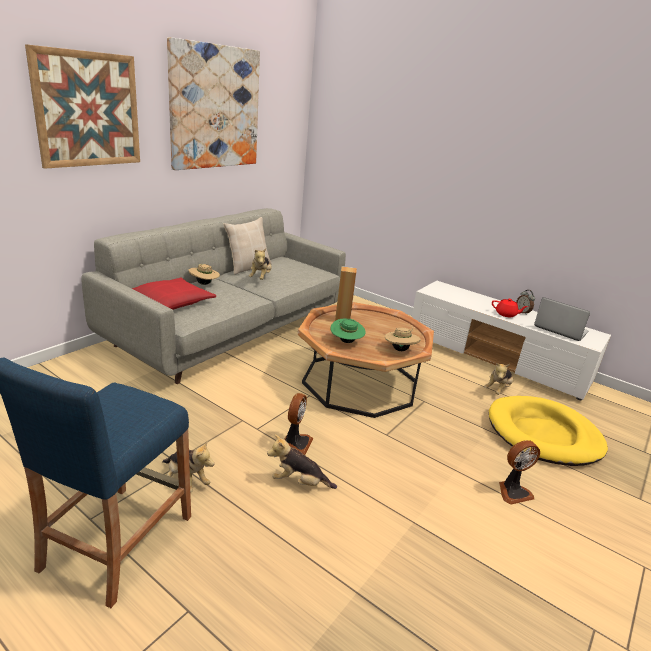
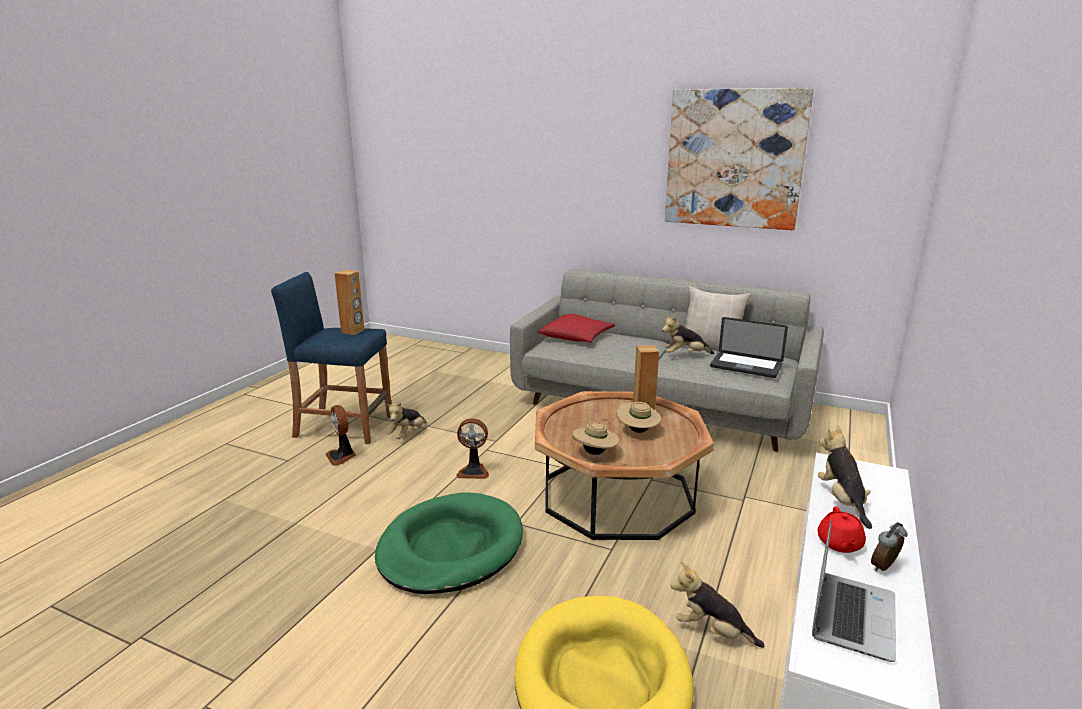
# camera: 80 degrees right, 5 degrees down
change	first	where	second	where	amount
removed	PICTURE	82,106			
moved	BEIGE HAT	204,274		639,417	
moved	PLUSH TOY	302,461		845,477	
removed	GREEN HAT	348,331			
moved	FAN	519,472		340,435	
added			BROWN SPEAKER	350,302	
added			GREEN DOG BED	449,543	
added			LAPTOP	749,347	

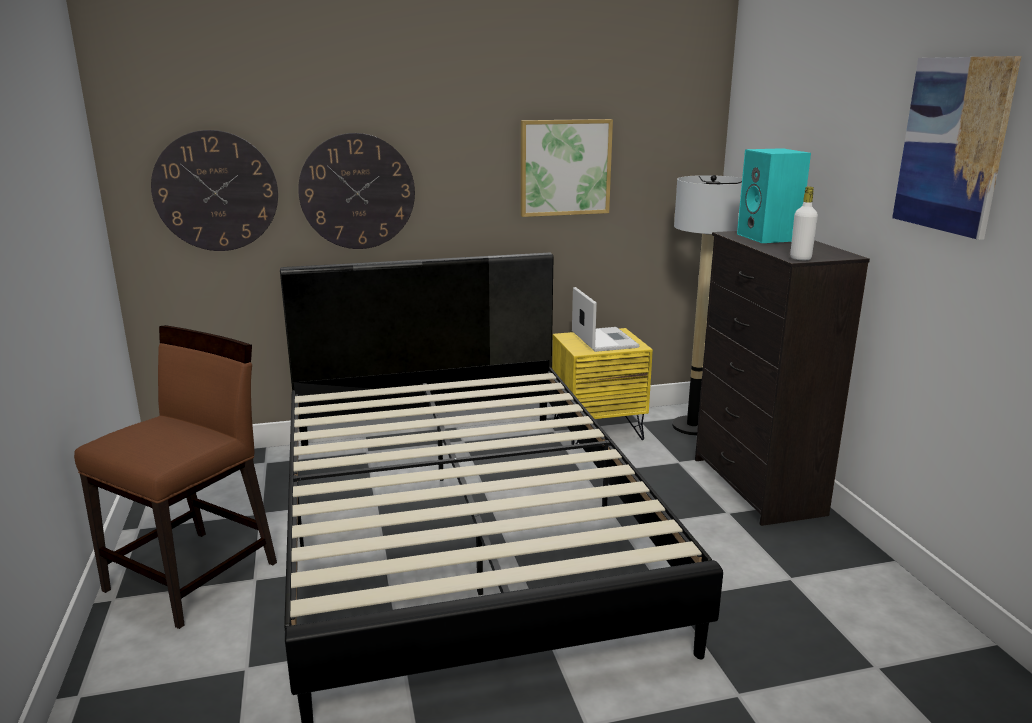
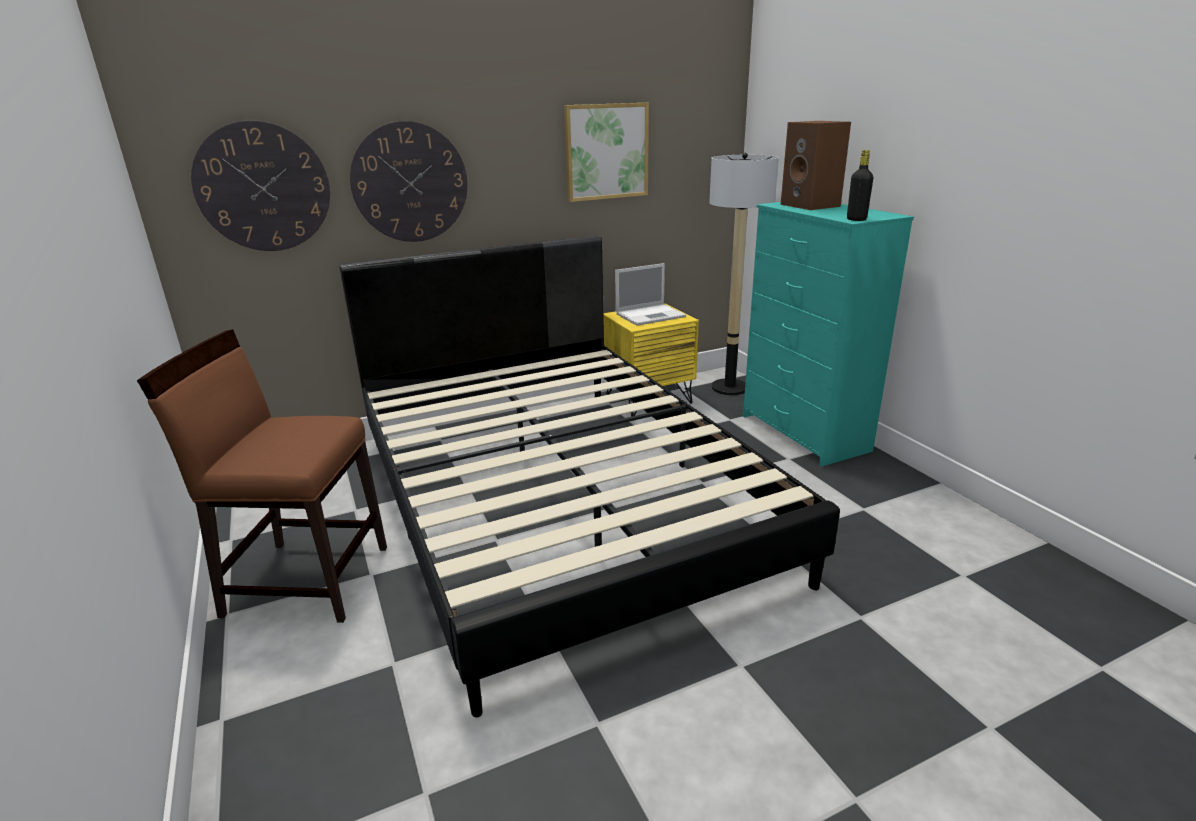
# camera: 10 degrees left, 5 degrees up
change	first	where	second	where	amount
turned	BROWN CHAIR	175,477		262,476	105 degrees counterclockwise
turned	LAPTOP	606,319		650,294	90 degrees clockwise
recoloured	BLACK DRESSER	782,378	TURQUOISE DRESSER	828,334	
recoloured	TURQUOISE SPEAKER	774,195	BROWN SPEAKER	816,165	
recoloured	WHITE BOTTLE	804,223	BLACK BOTTLE	860,185	
removed	PICTURE	956,148			

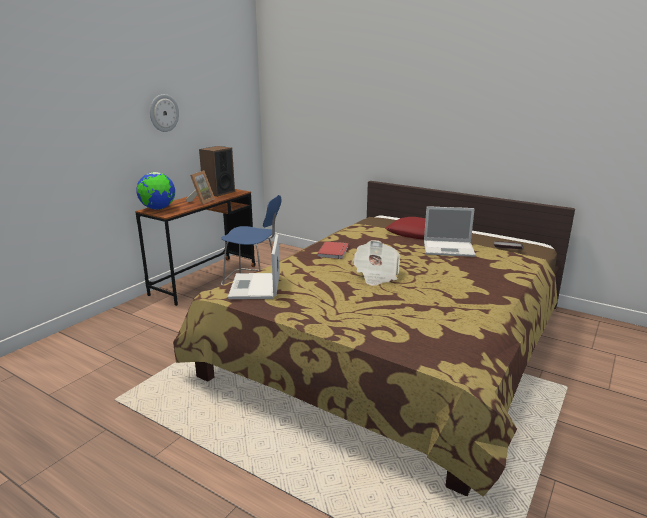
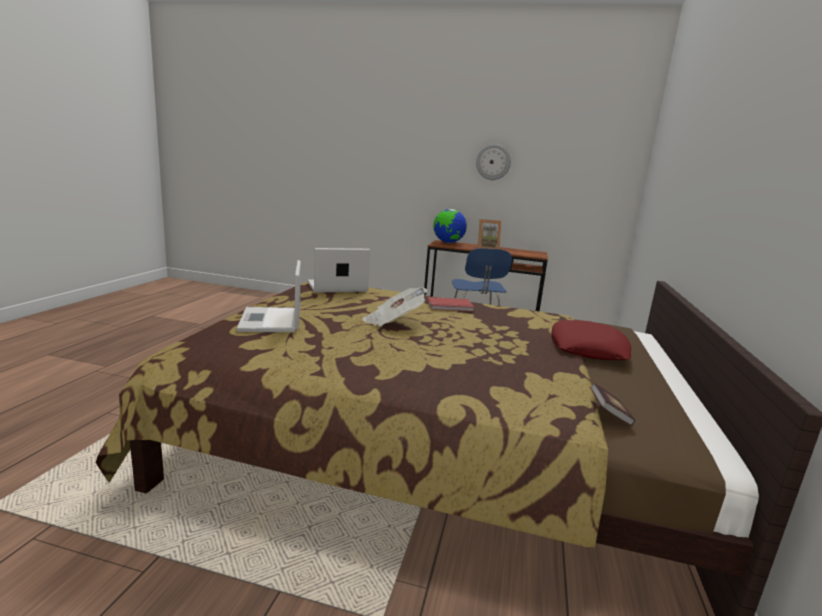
# camera: 70 degrees right, 5 degrees down
change	first	where	second	where	amount
removed	SPEAKER	217,171			
moved	LAPTOP	450,231		268,296	

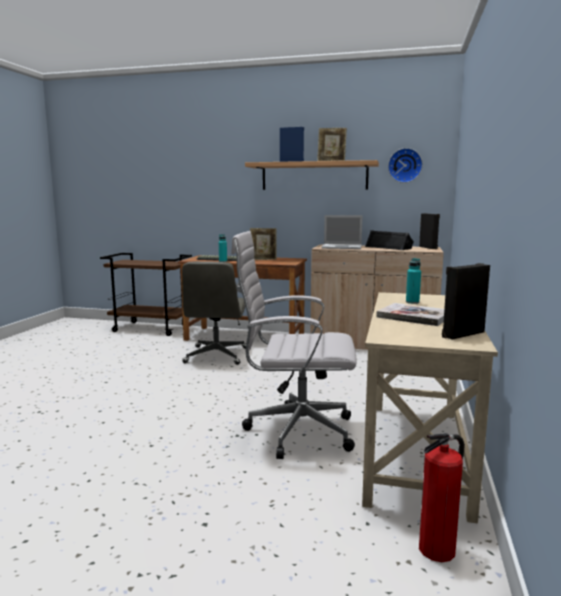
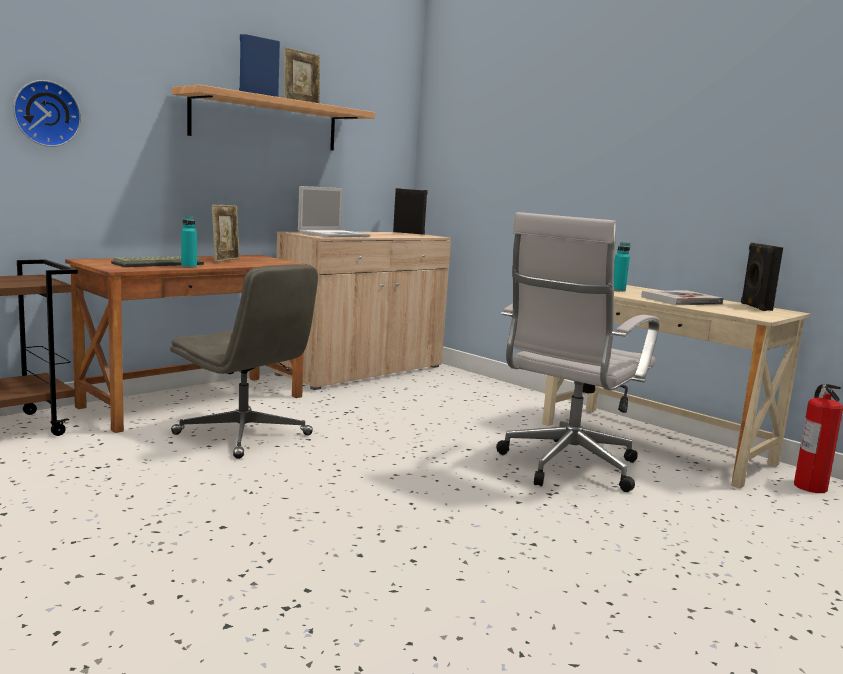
# camera: 60 degrees left, 0 degrees up
change	first	where	second	where	amount
removed	BLACK SPEAKER	389,240			
moved	WALL CLOCK	405,165		47,113	

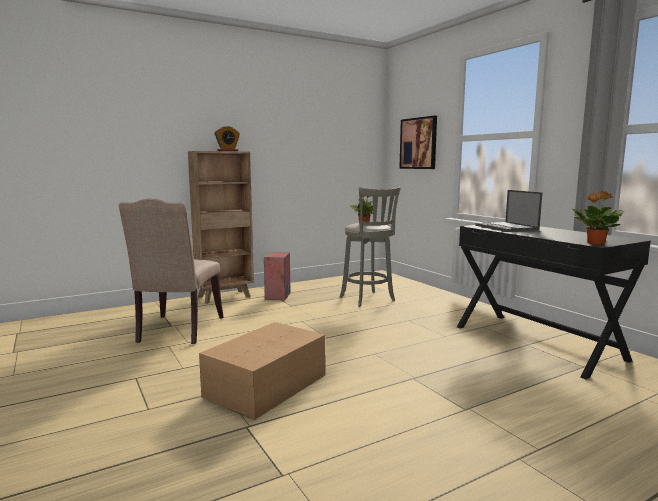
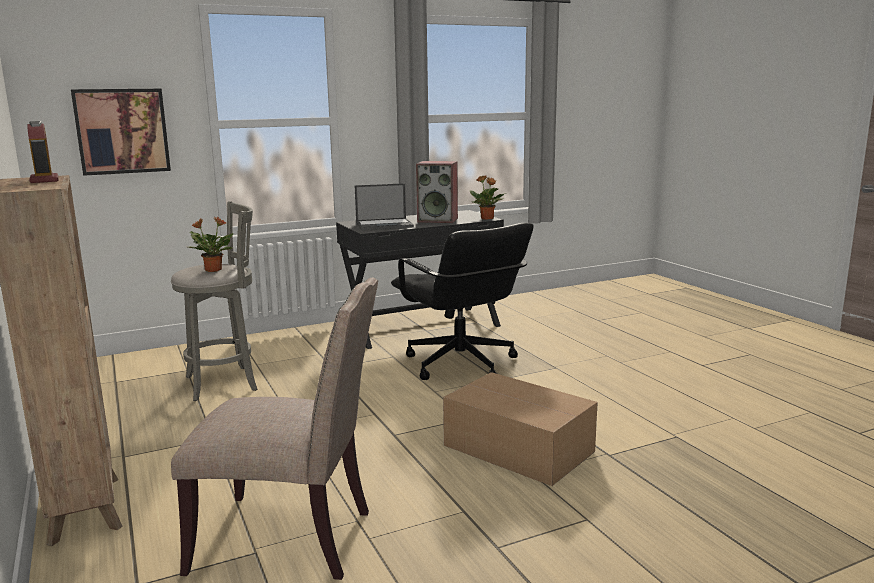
# camera: 85 degrees left, 5 degrees up
change	first	where	second	where	amount
moved	SPEAKER	277,276		437,192	
added			BLACK OFFICE CHAIR	462,301	

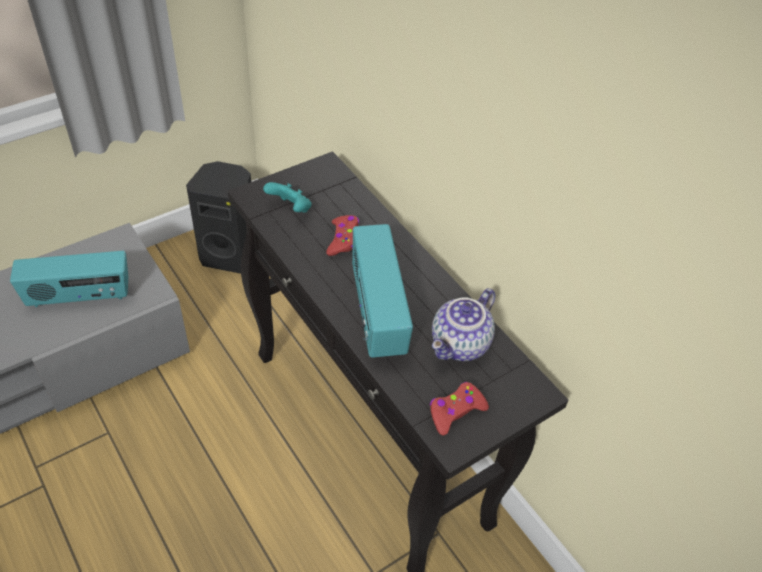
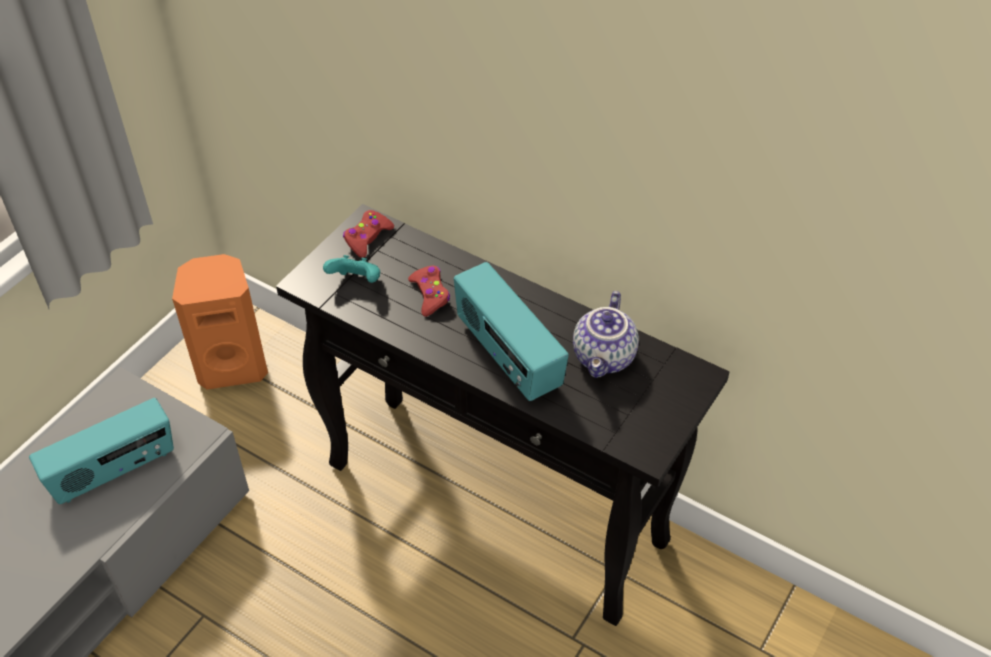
# camera: 20 degrees left, 0 degrees up
change	first	where	second	where	amount
recoloured	BLACK SPEAKER	218,217	ORANGE SPEAKER	220,322	
moved	RED GAME CONTROLLER	459,409		368,234	

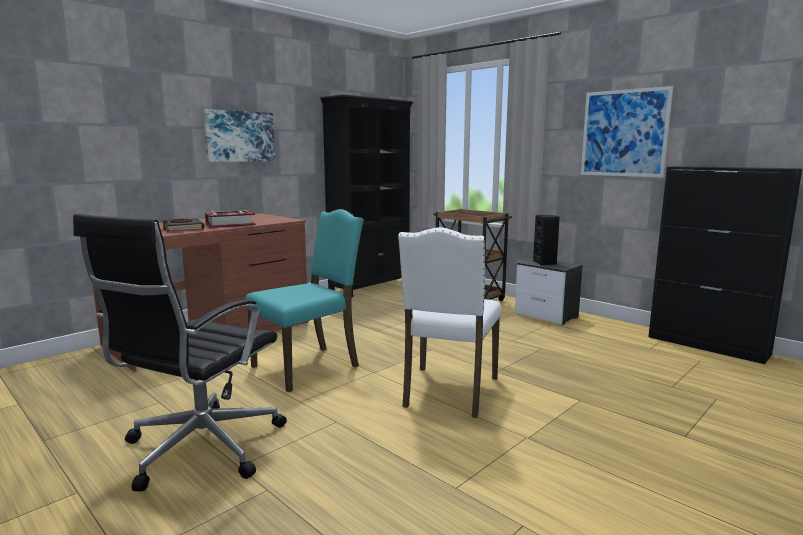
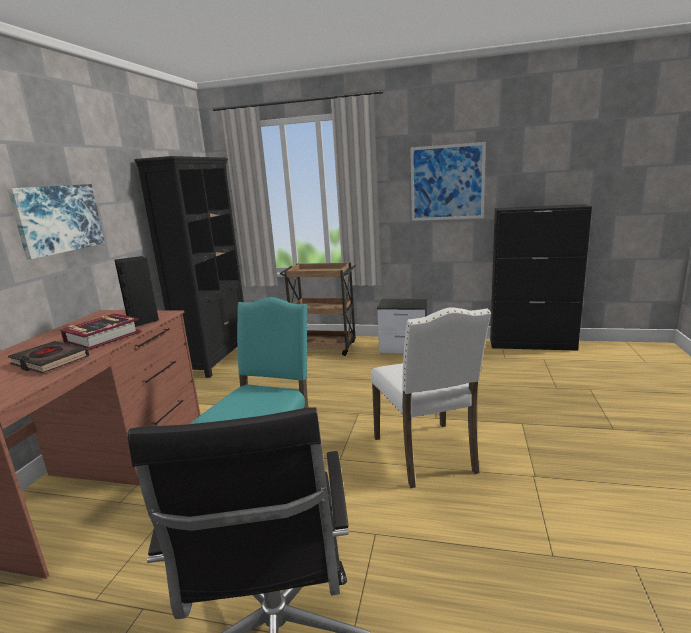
# camera: 30 degrees left, 5 degrees up
change	first	where	second	where	amount
moved	BLACK SPEAKER	546,240		137,291	

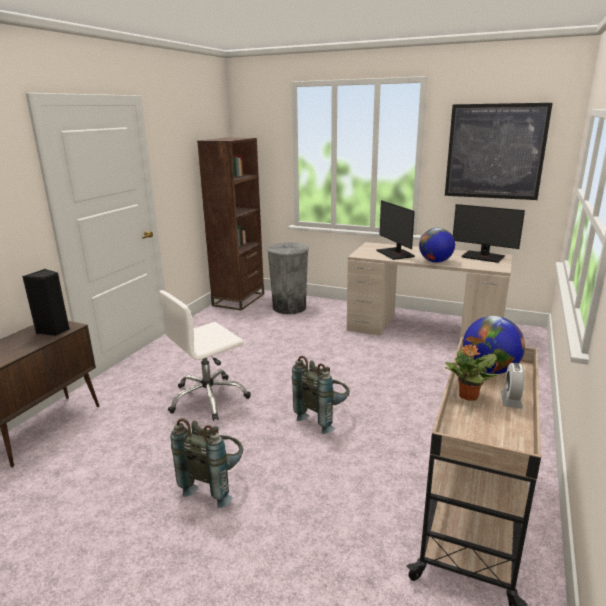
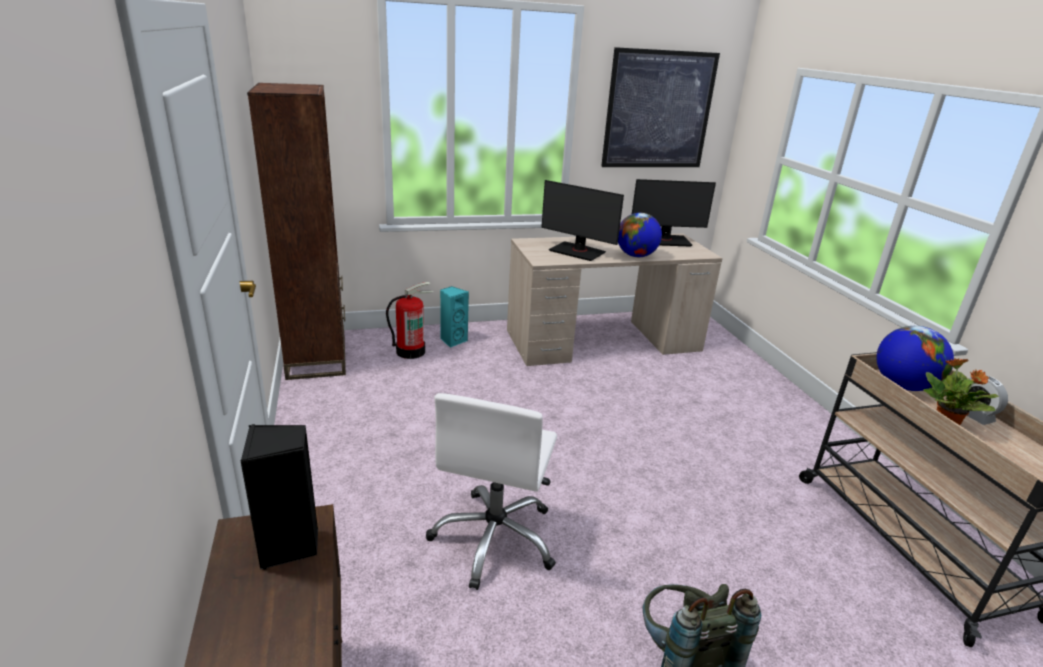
# camera: 40 degrees left, 5 degrees up
change	first	where	second	where	amount
replaced	GREY TRASH CAN	288,278	FIRE EXTINGUISHER	409,320	
removed	GREY BACKPACK	321,395			
added			TURQUOISE SPEAKER	454,317	

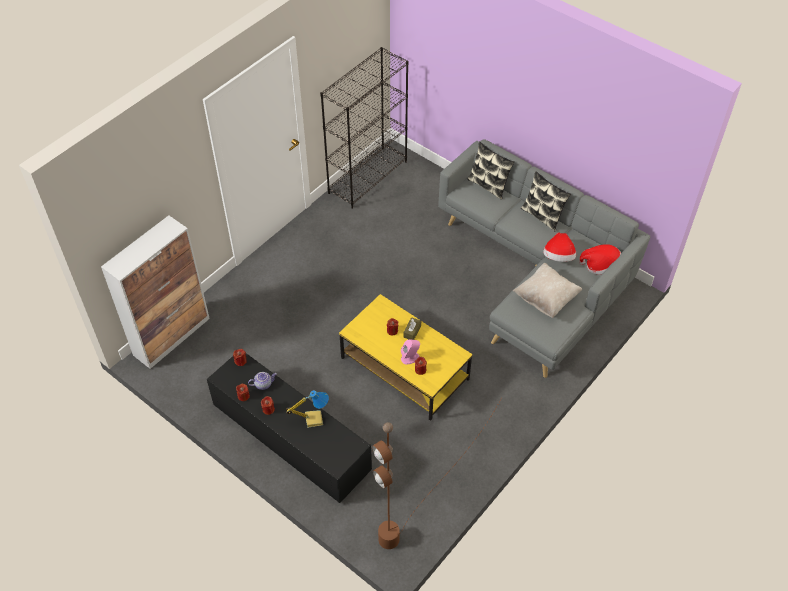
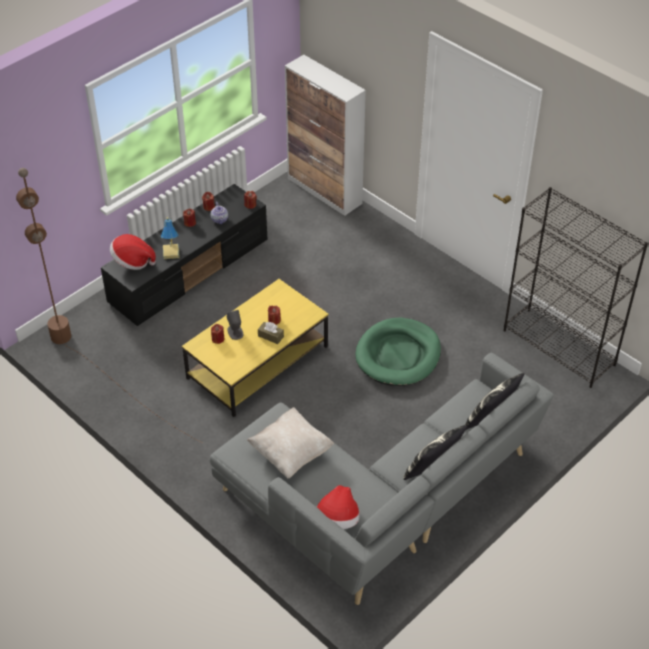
# camera: 95 degrees right, 5 degrees down
change	first	where	second	where	amount
recoloured	PINK SPEAKER	410,352	GREY SPEAKER	235,325	
moved	HAT	559,247		133,252	
added			GREEN DOG BED	398,351	

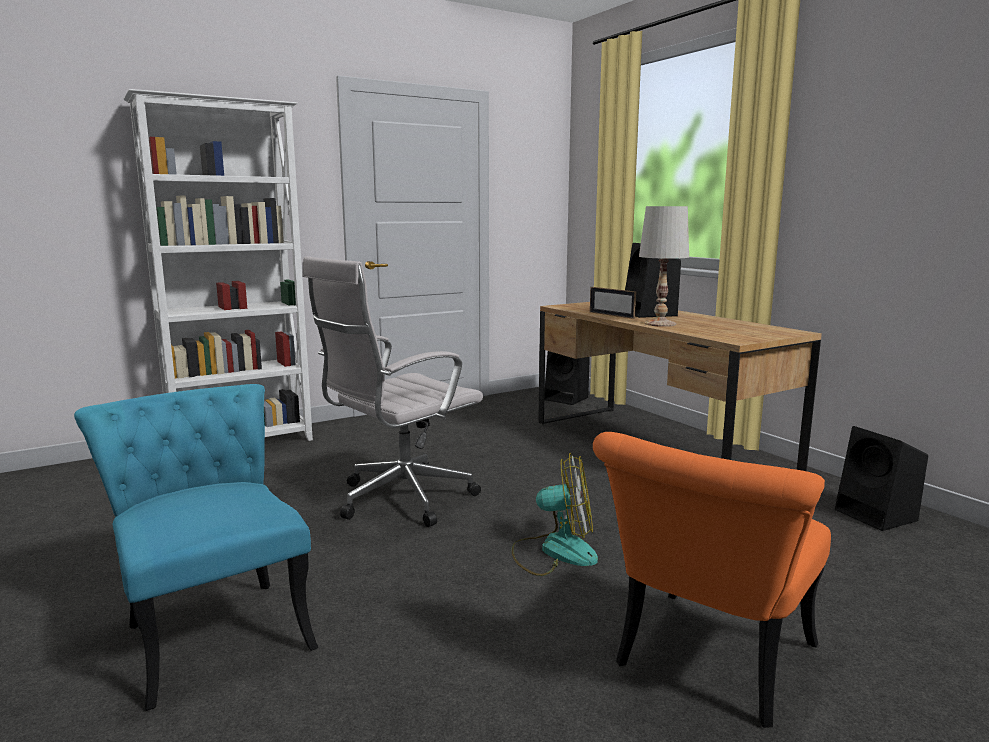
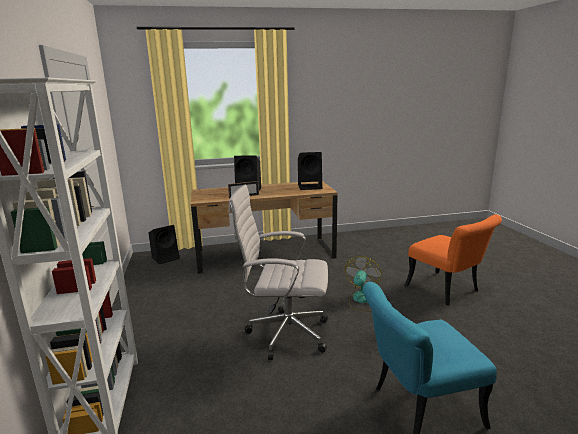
# camera: 70 degrees left, 5 degrees up
change	first	where	second	where	amount
turned	WHITE OFFICE CHAIR	393,391		278,272	120 degrees clockwise
removed	WHITE TABLE LAMP	664,266			
moved	BLACK SPEAKER	881,478		310,171	

